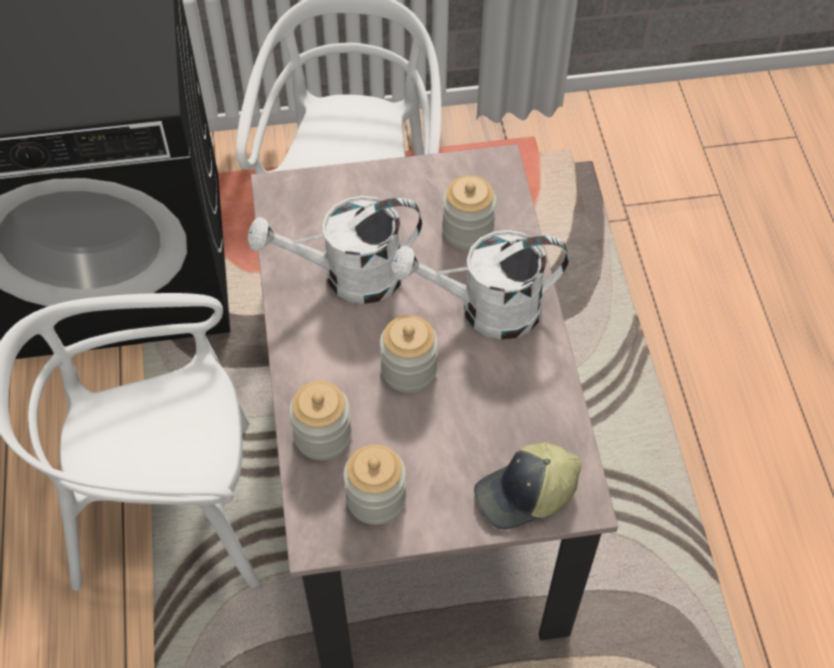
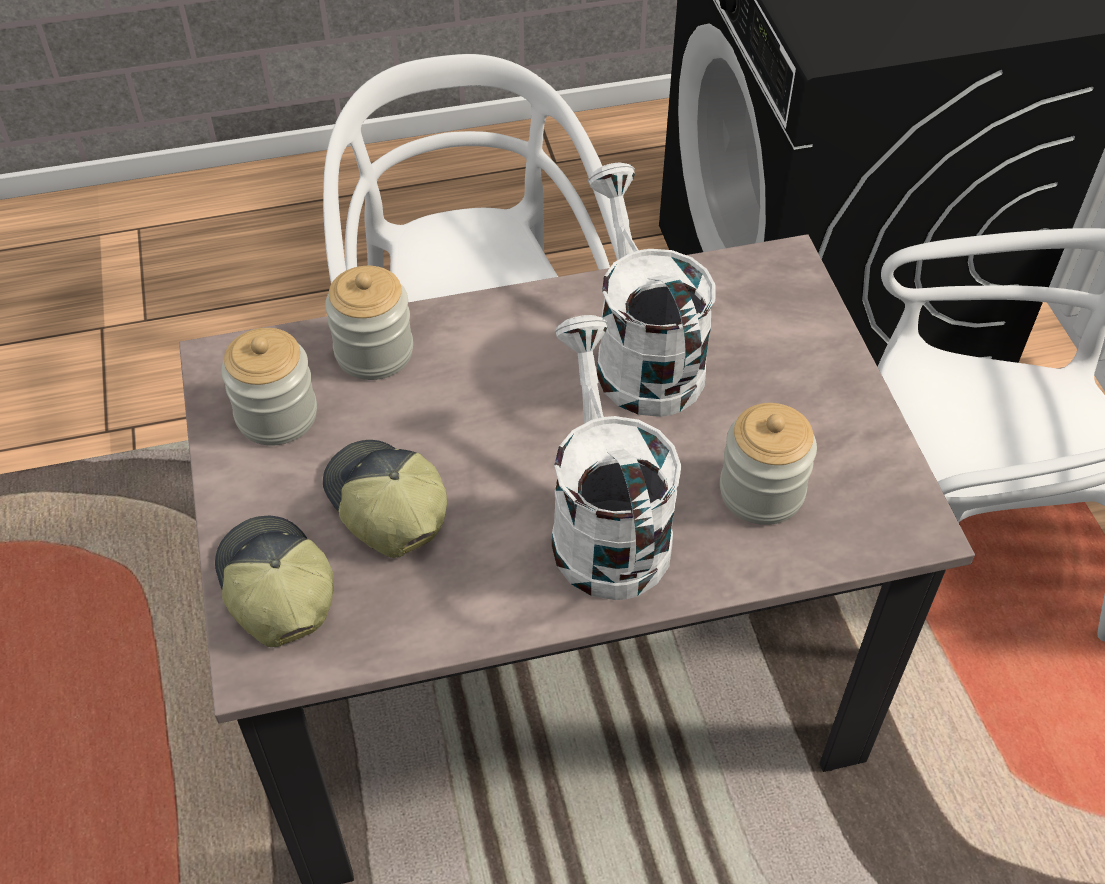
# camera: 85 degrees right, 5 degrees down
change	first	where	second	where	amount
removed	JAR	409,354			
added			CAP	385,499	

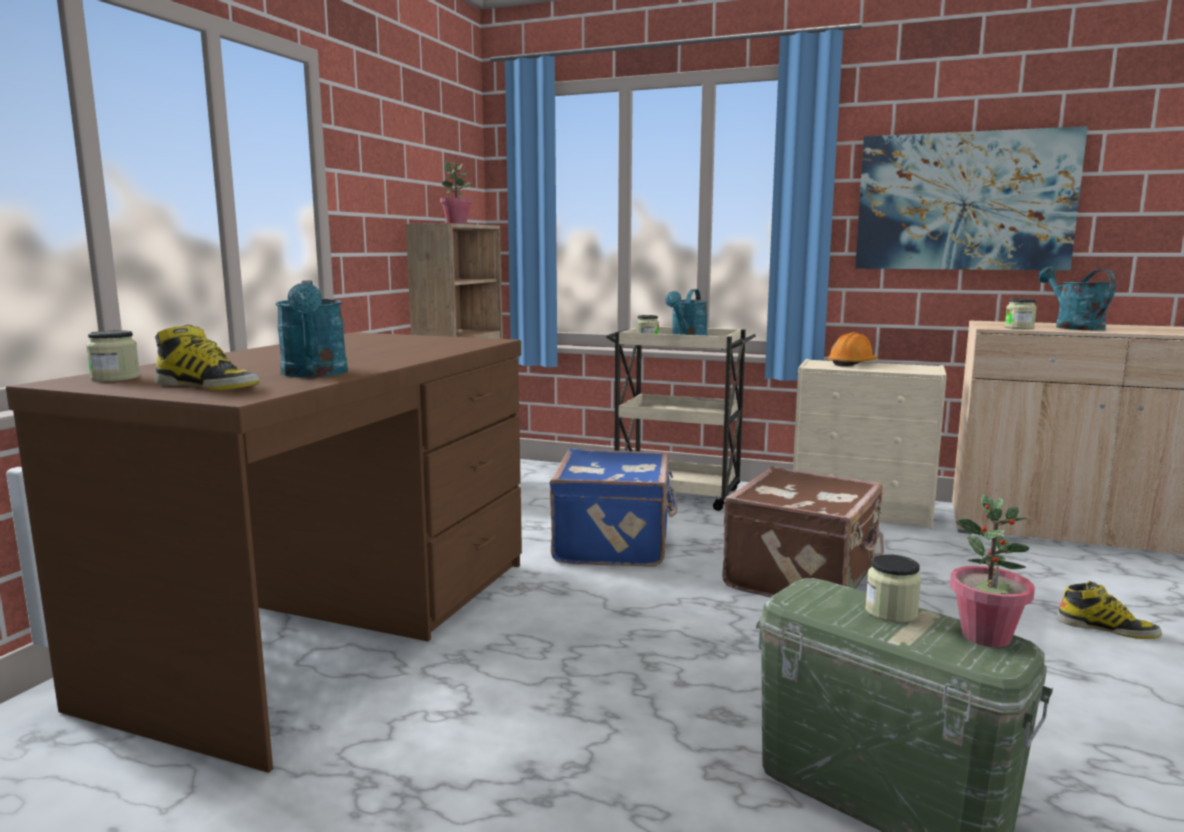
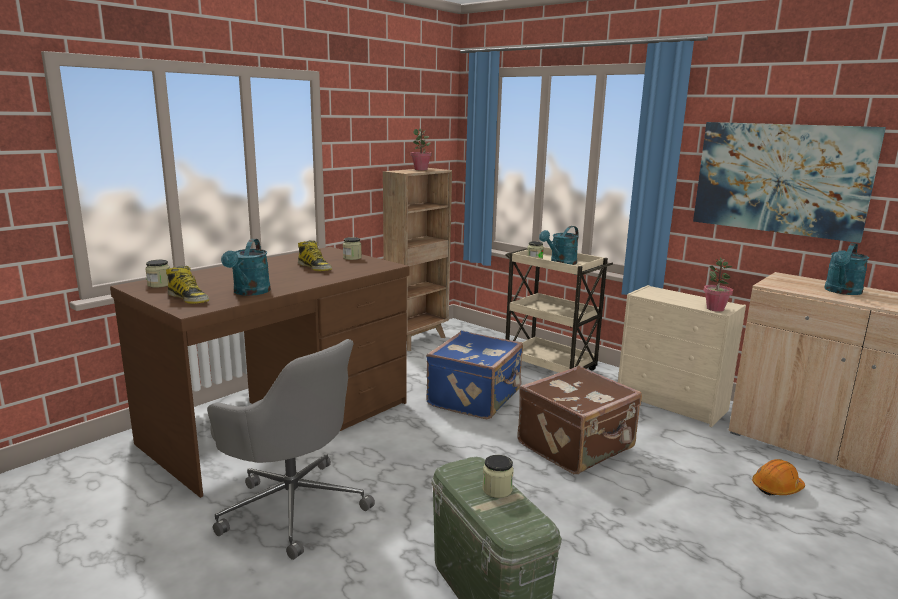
# camera: 20 degrees right, 5 degrees up
change	first	where	second	where	amount
moved	ORANGE HARD HAT	853,349		778,477	
moved	POTTED PLANT	992,570		718,285	
moved	JAR	1021,313		352,248	
turned	TURQUOISE WATERING CAN	1077,298		846,269	150 degrees counterclockwise
moved	BOOT	1109,610		315,255	
added			GREY OFFICE CHAIR	291,449	

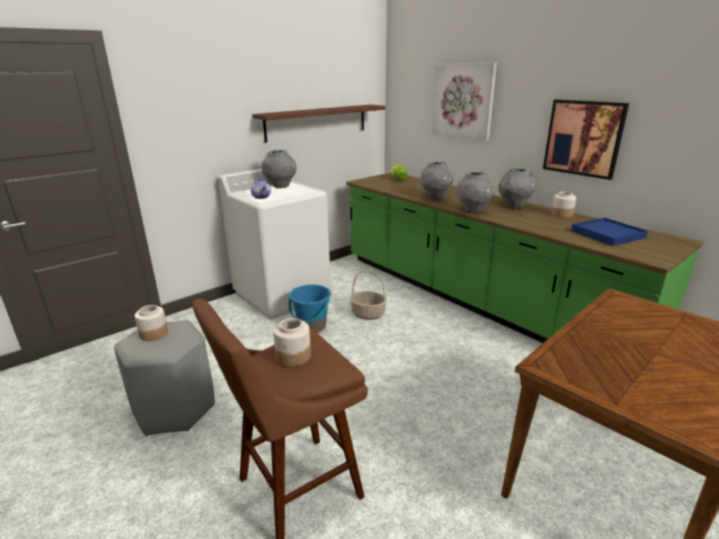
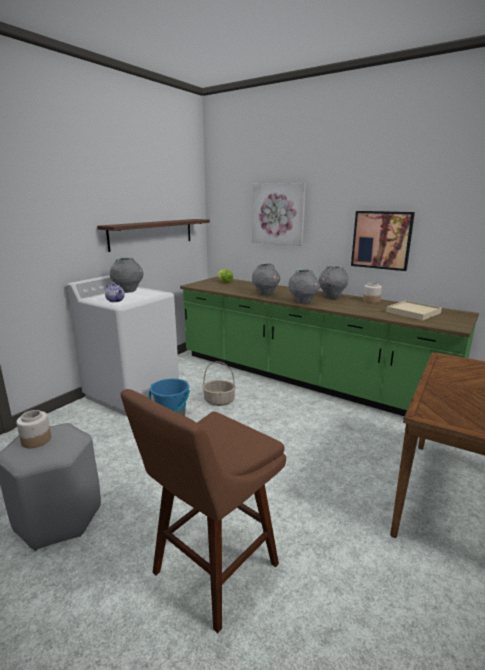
# camera: 15 degrees left, 5 degrees down
change	first	where	second	where	amount
removed	JAR	292,342			
recoloured	BLUE TRAY	609,232	BEIGE TRAY	414,310	

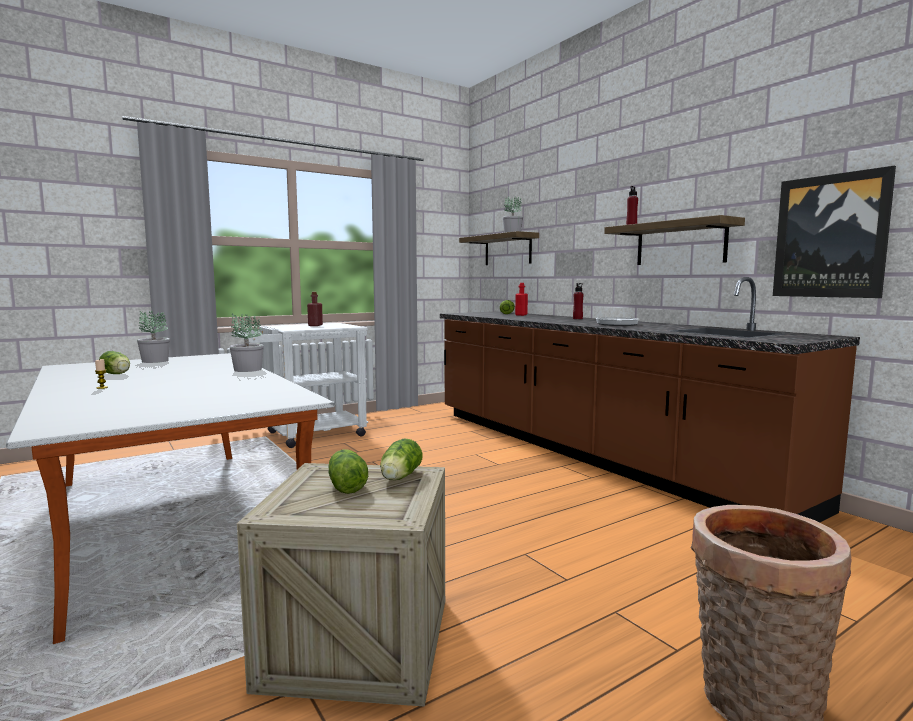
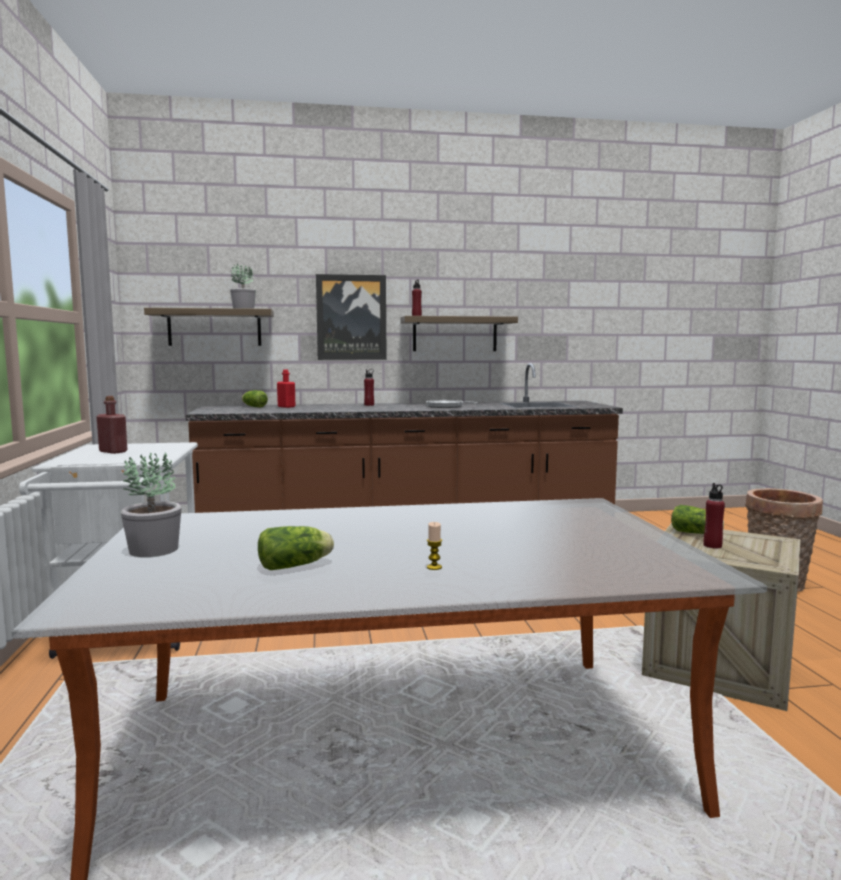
# camera: 65 degrees left, 0 degrees up
change	first	where	second	where	amount
removed	POTTED PLANT	247,342			
replaced	LETTUCE	348,471	RED BOTTLE	714,515	
moved	PICTURE	834,232		351,317	

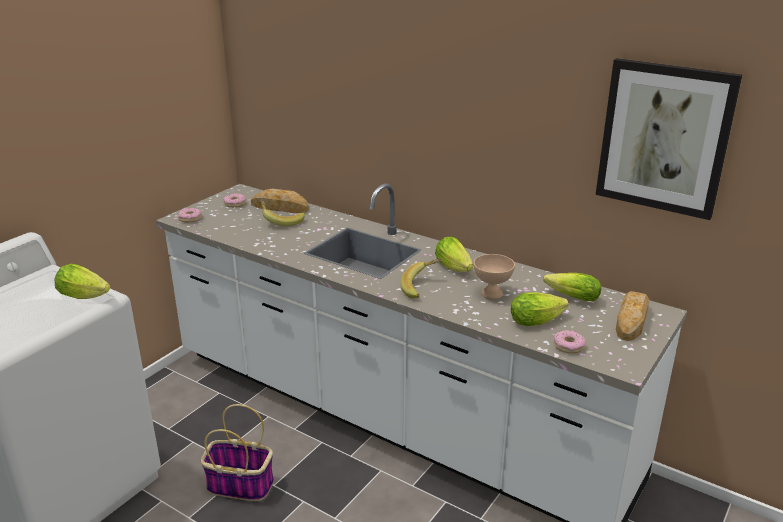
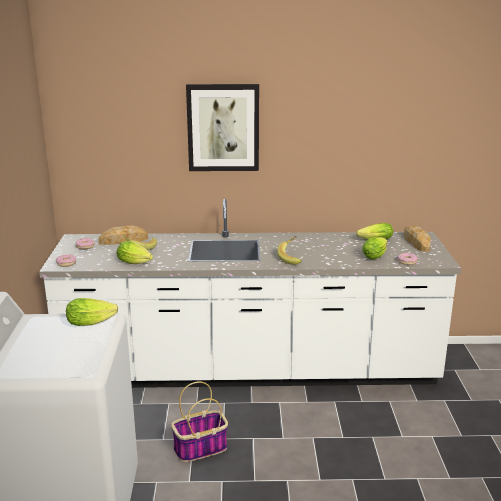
# camera: 35 degrees left, 5 degrees down
change	first	where	second	where	amount
moved	LETTUCE	454,254		135,252	
removed	BEIGE BOWL	494,277			
moved	PICTURE	669,139		222,127	

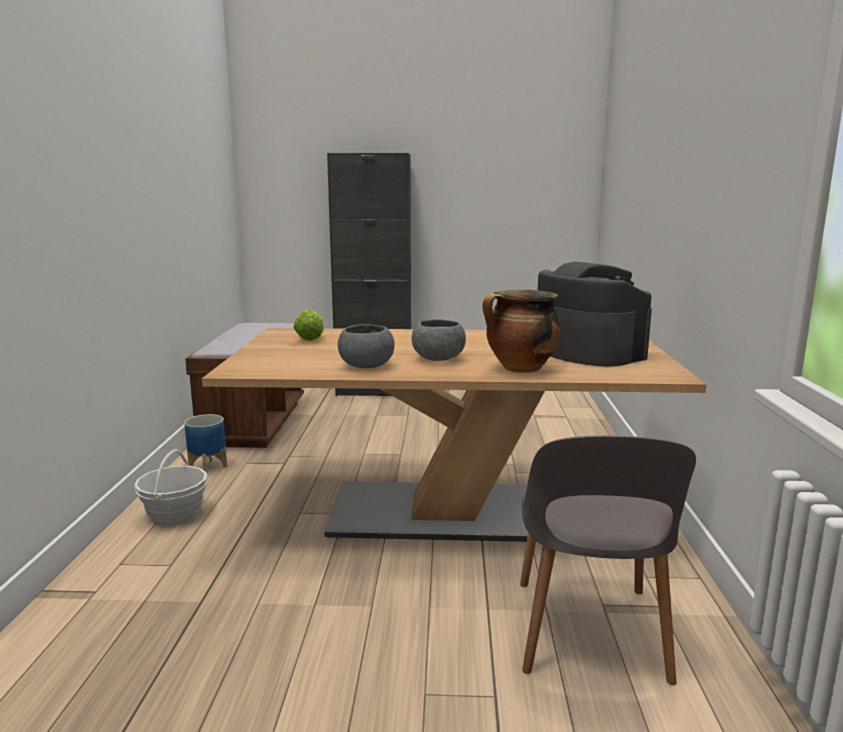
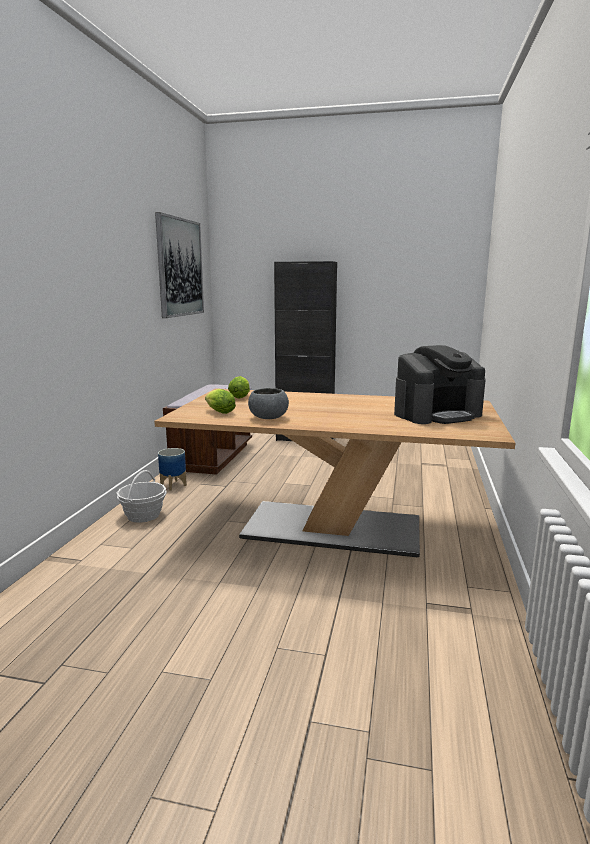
# camera: 10 degrees right, 0 degrees up
change	first	where	second	where	amount
removed	GREY BOWL	439,340			
removed	COOKING POT	521,331			
removed	GREY CHAIR	608,560			
turned	COFFEE MACHINE	595,314		440,384	90 degrees clockwise
added			PICTURE	179,265	
added			LETTUCE	220,401	

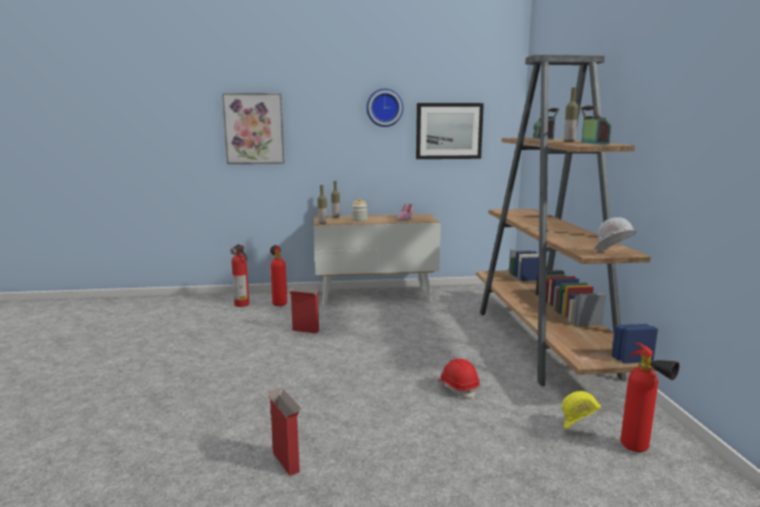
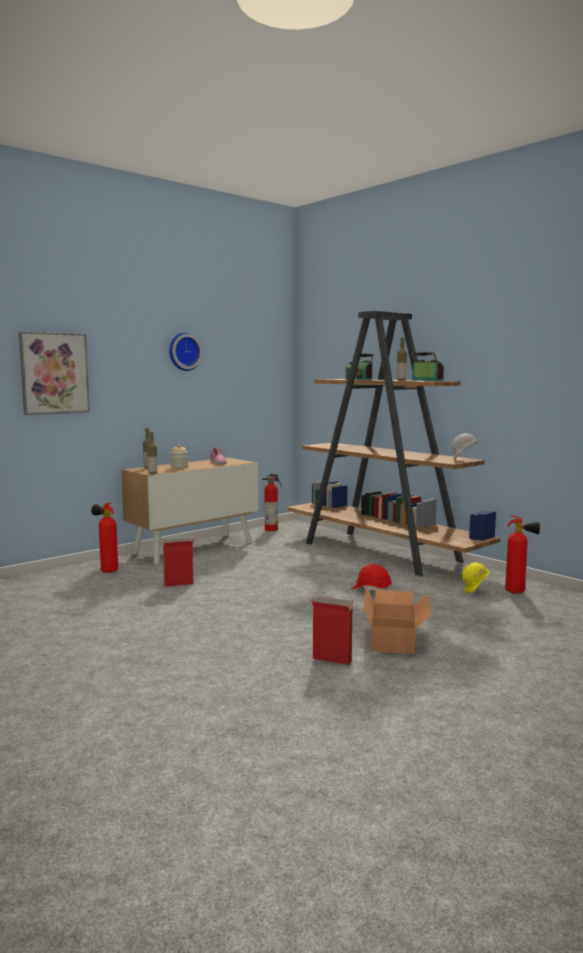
# camera: 35 degrees left, 5 degrees down
change	first	where	second	where	amount
moved	FIRE EXTINGUISHER	239,275		272,502	
removed	PICTURE	450,131			
added			CARDBOARD BOX	397,620	

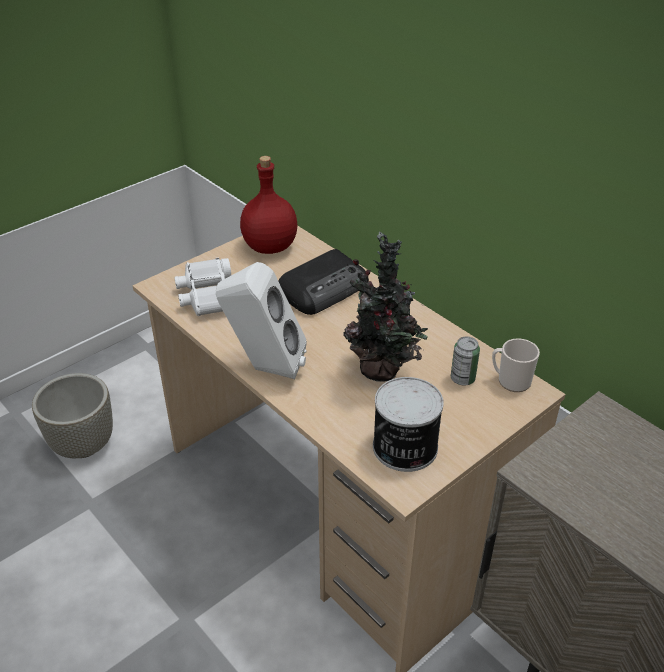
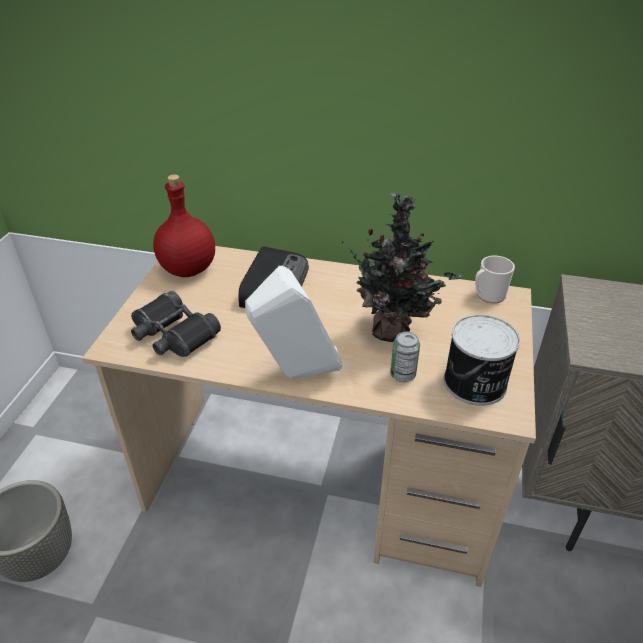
# camera: 35 degrees left, 0 degrees up
change	first	where	second	where	amount
recoloured	WHITE BINOCULARS	202,286	BLACK BINOCULARS	176,324	
moved	CAN	465,361		405,357	

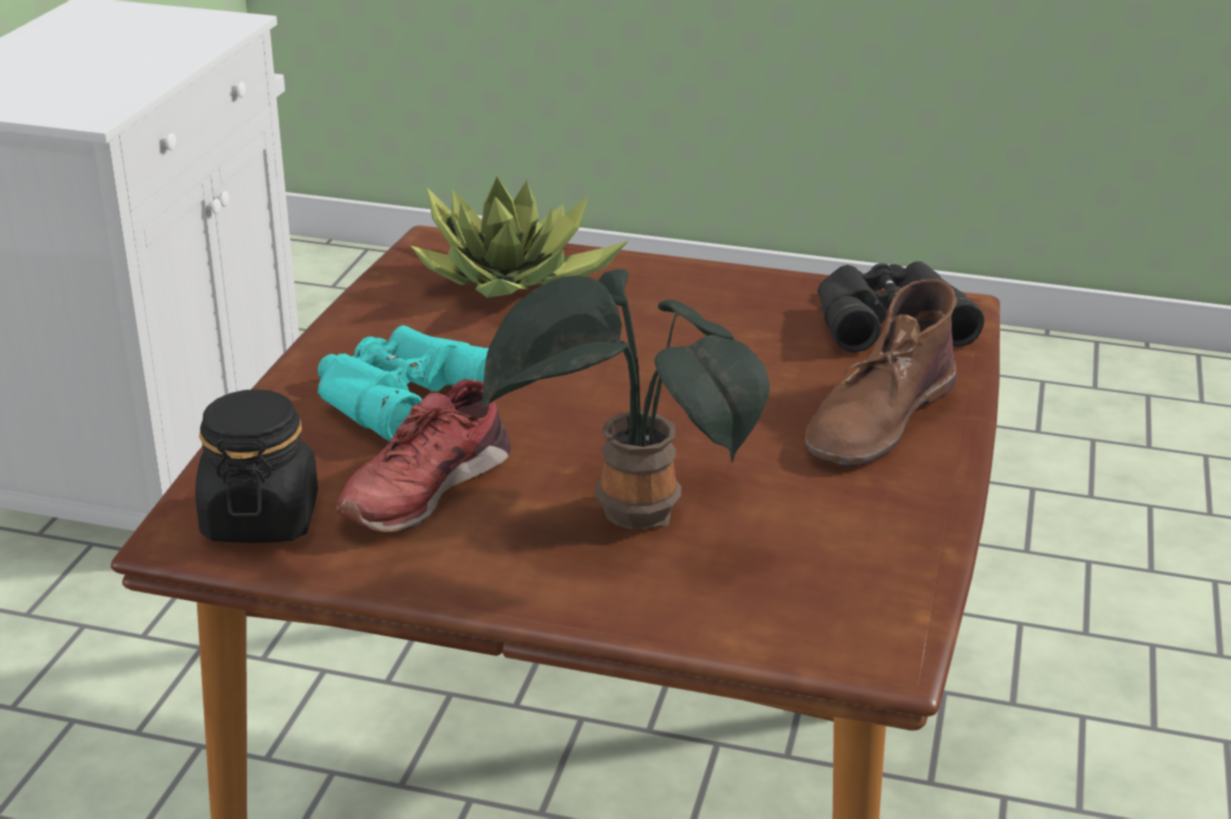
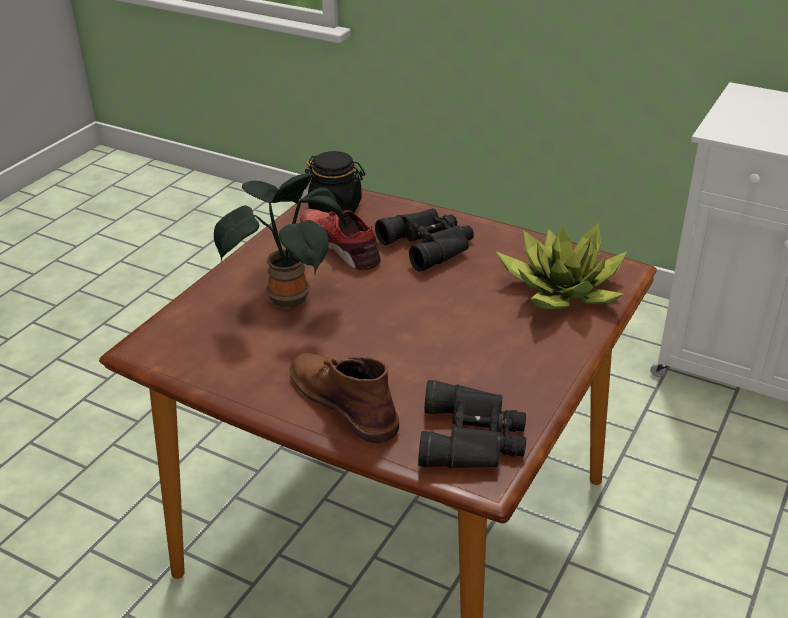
# camera: 105 degrees right, 5 degrees up
change	first	where	second	where	amount
recoloured	TURQUOISE BINOCULARS	403,383	BLACK BINOCULARS	424,239	

